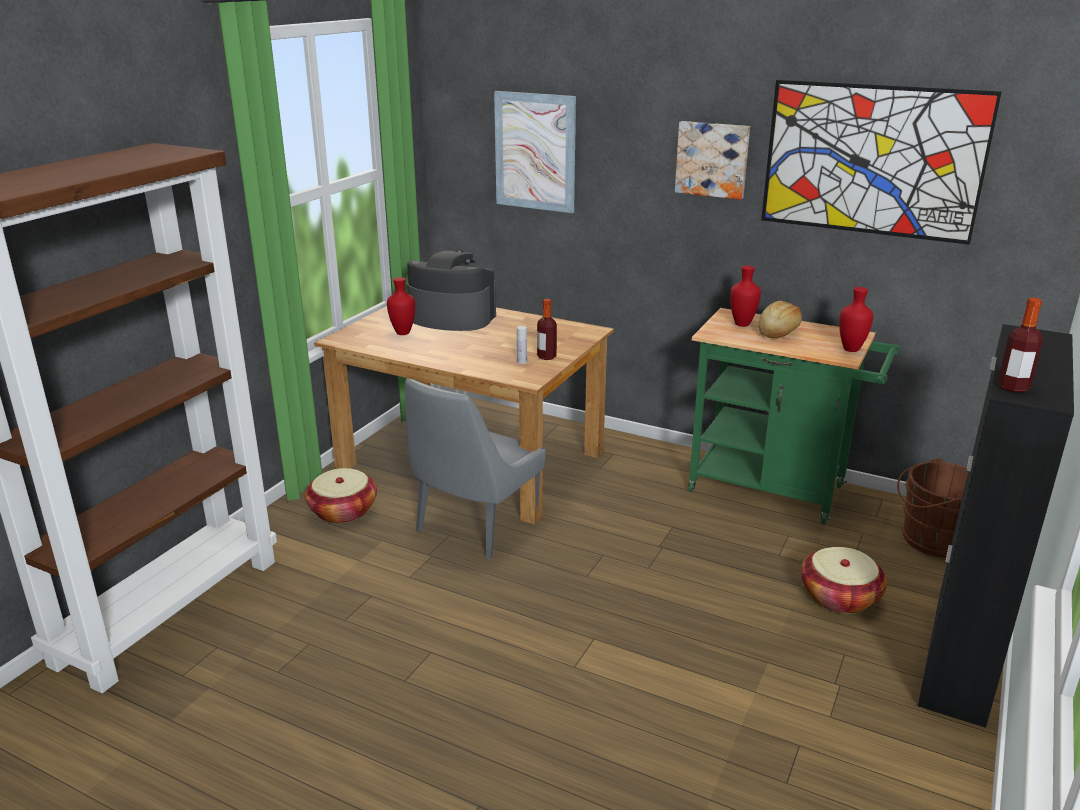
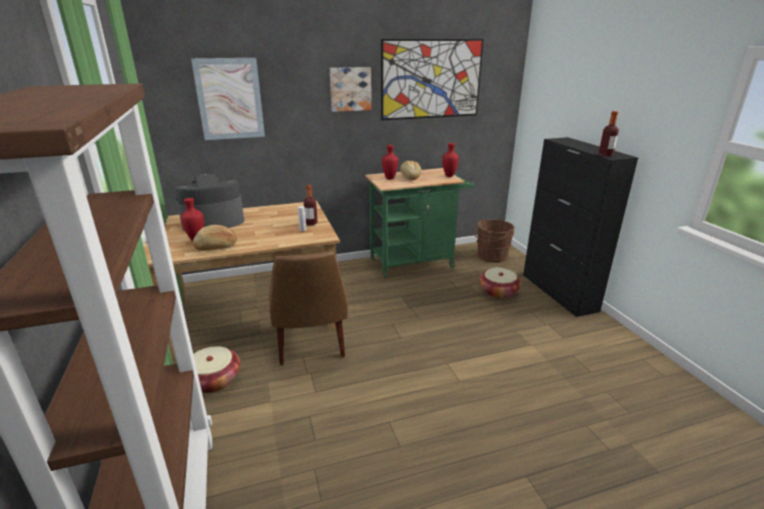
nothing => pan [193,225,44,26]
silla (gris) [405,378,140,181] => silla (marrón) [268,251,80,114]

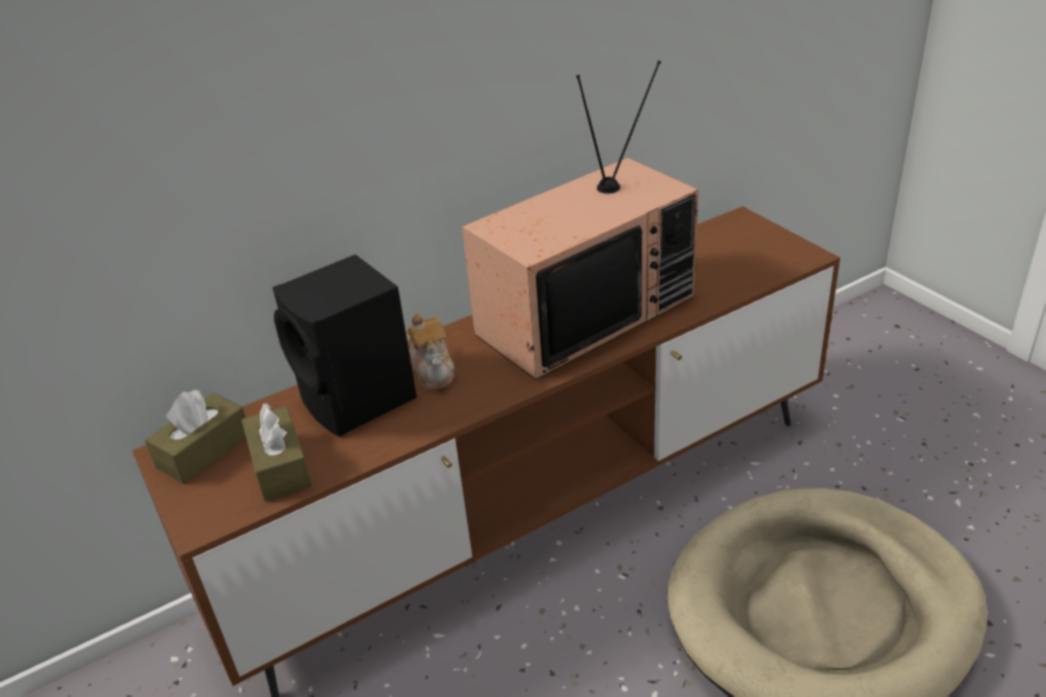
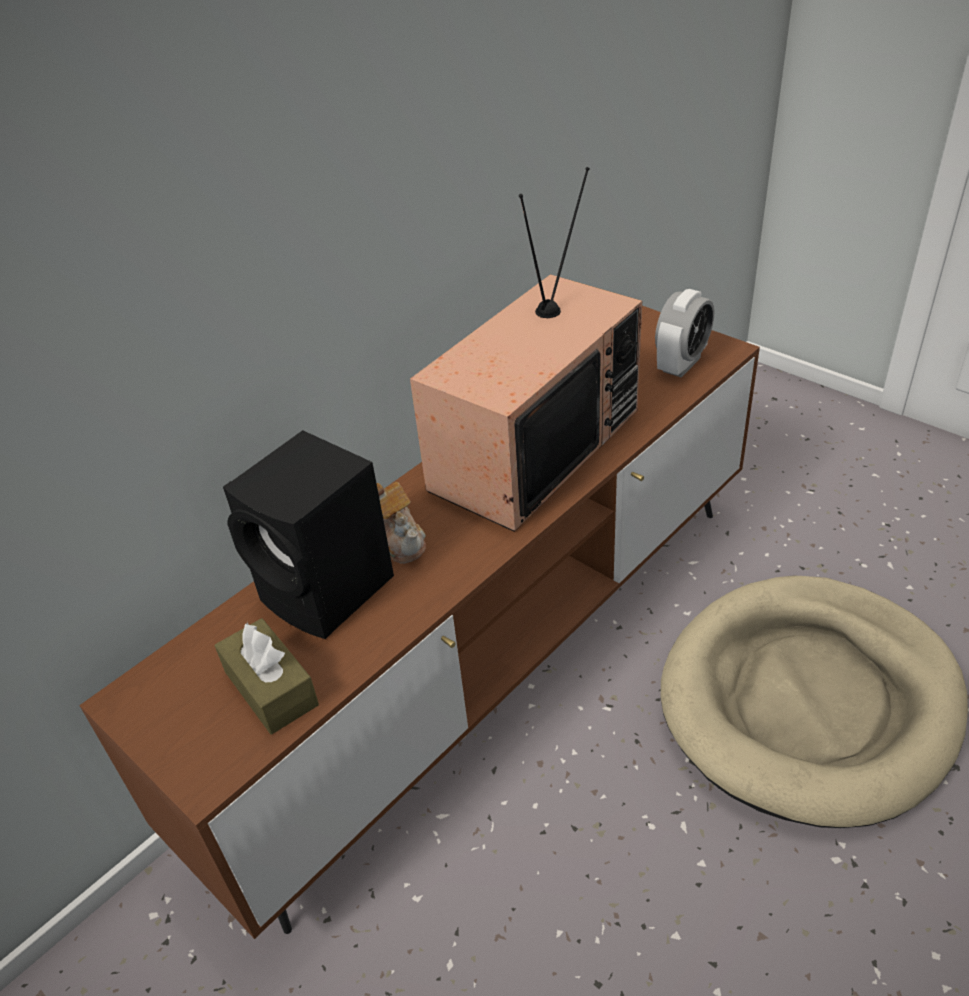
nothing => despertador [655,289,59,89]
caja de pañuelos (marrón) [145,390,101,94] => nothing

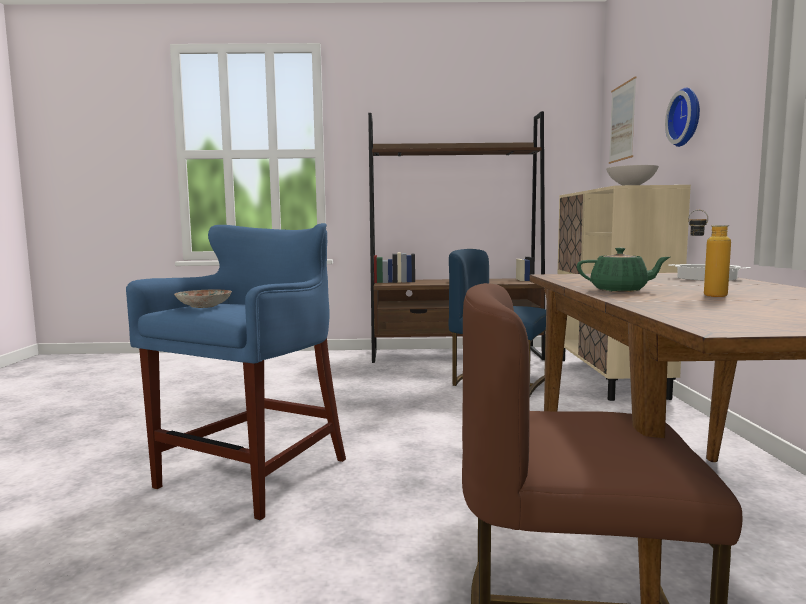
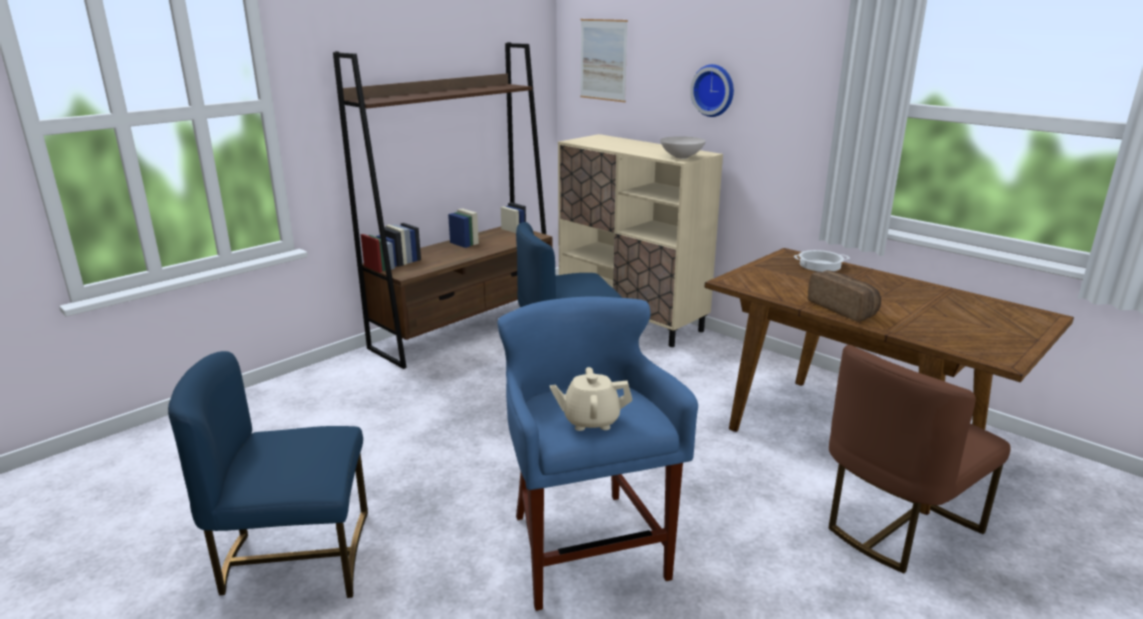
nothing => silla (azul) [168,351,200,247]
plato [174,290,58,18] => tetera (beis) [550,367,82,64]
tetera (verde) [577,247,93,45] => pan [808,270,73,52]
botella [688,210,43,87] => nothing

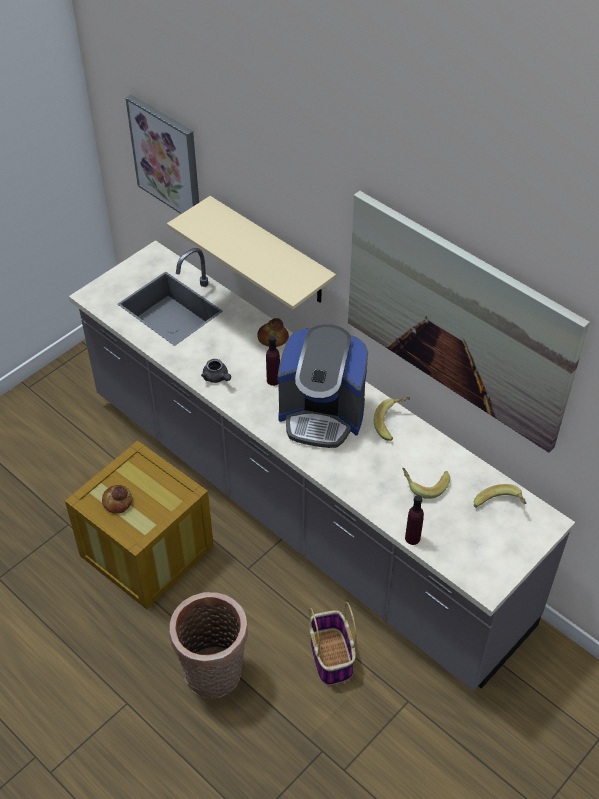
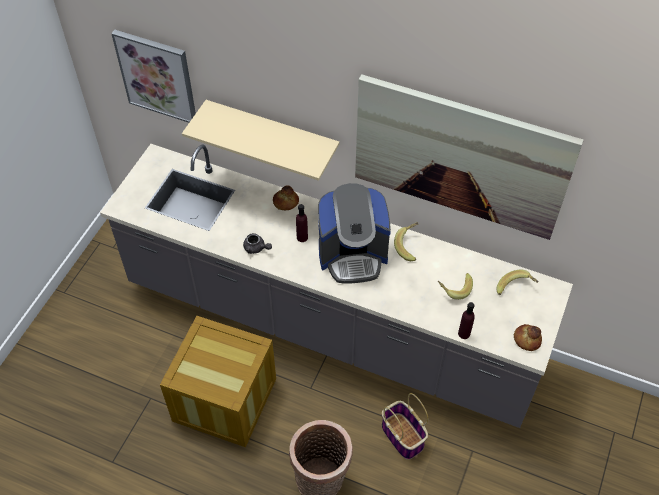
pan [102,485,30,29] => pan [514,324,28,27], move

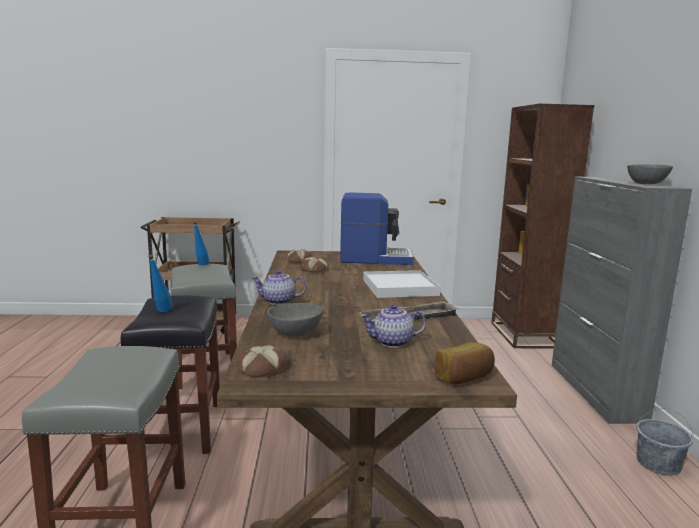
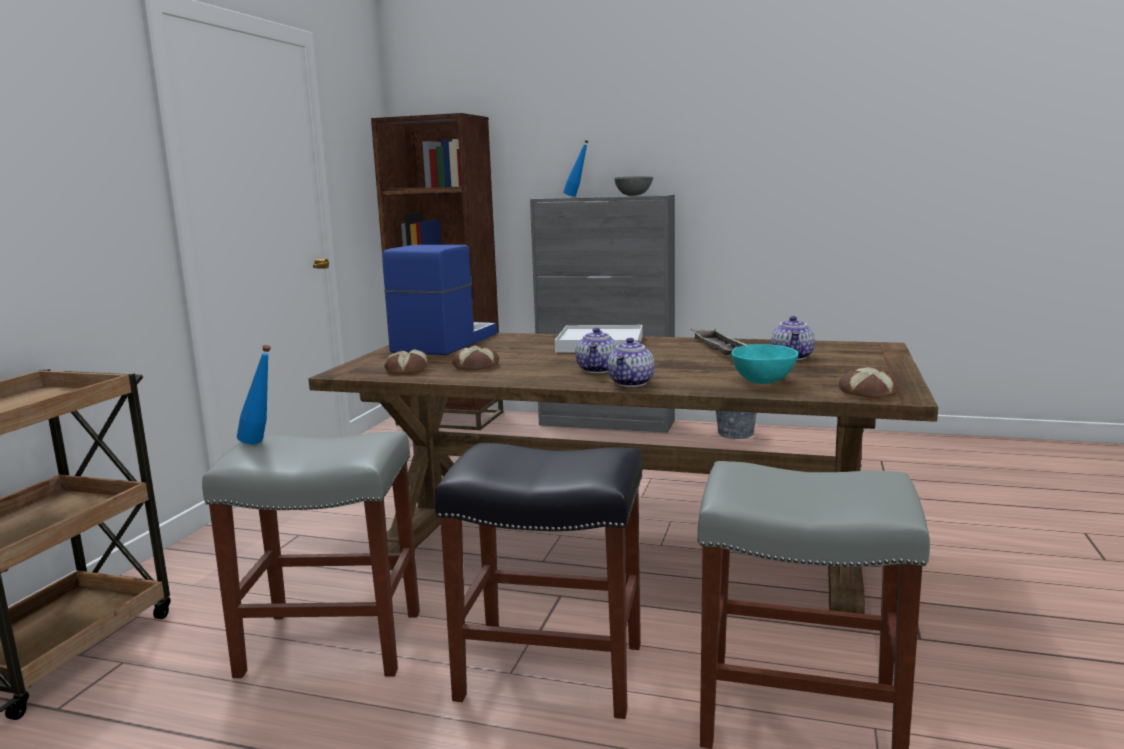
botella (azul) [148,254,25,58] => botella (azul) [563,140,26,57], move
nothing => tetera [575,328,43,45]
cuenco (gris) [267,303,56,34] => cuenco (turquesa) [731,344,67,40]
pan [435,342,60,42] => nothing

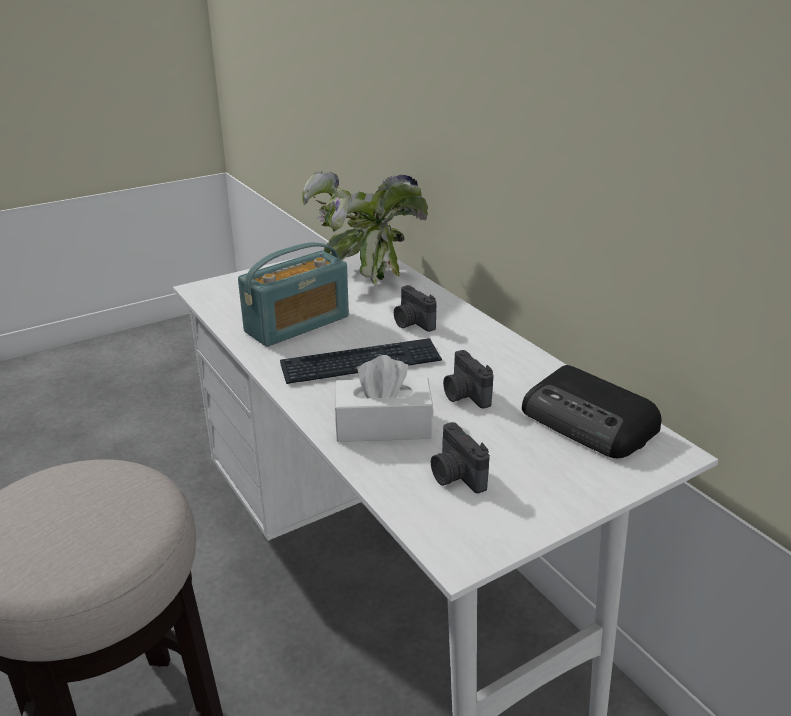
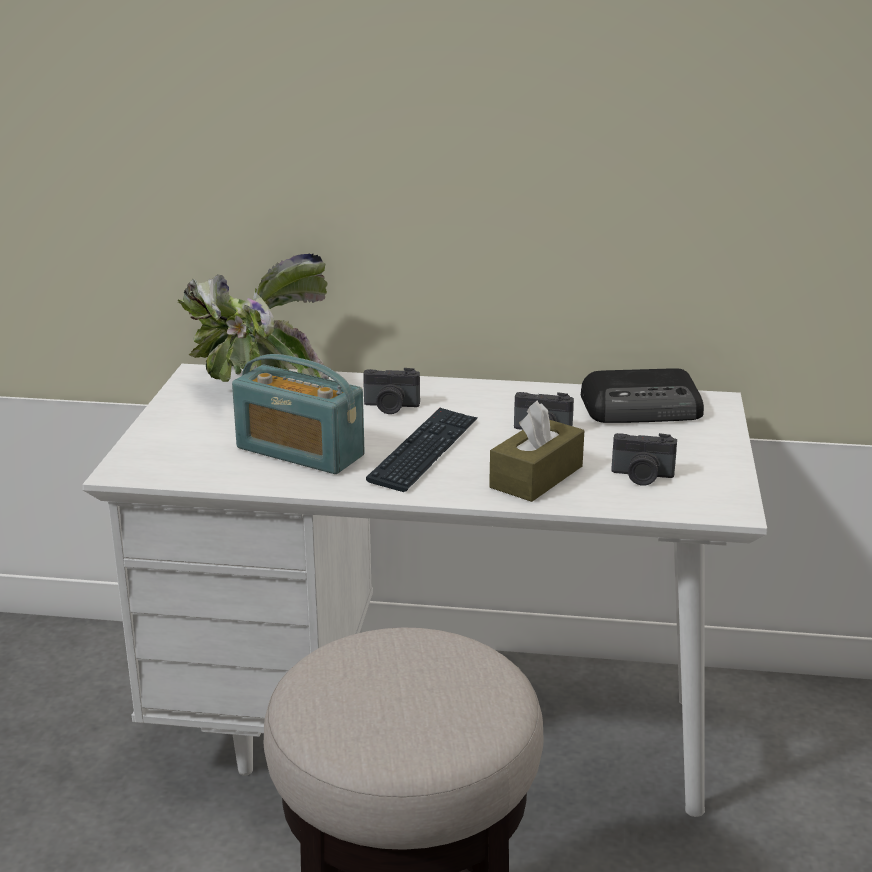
radio [238,242,111,105] => radio [232,354,133,120], 120 degrees clockwise
caja de pañuelos (blanco) [335,355,98,87] => caja de pañuelos (marrón) [489,401,95,101]

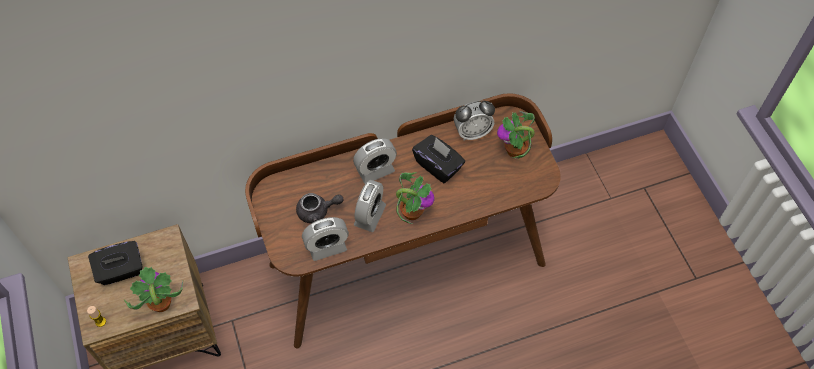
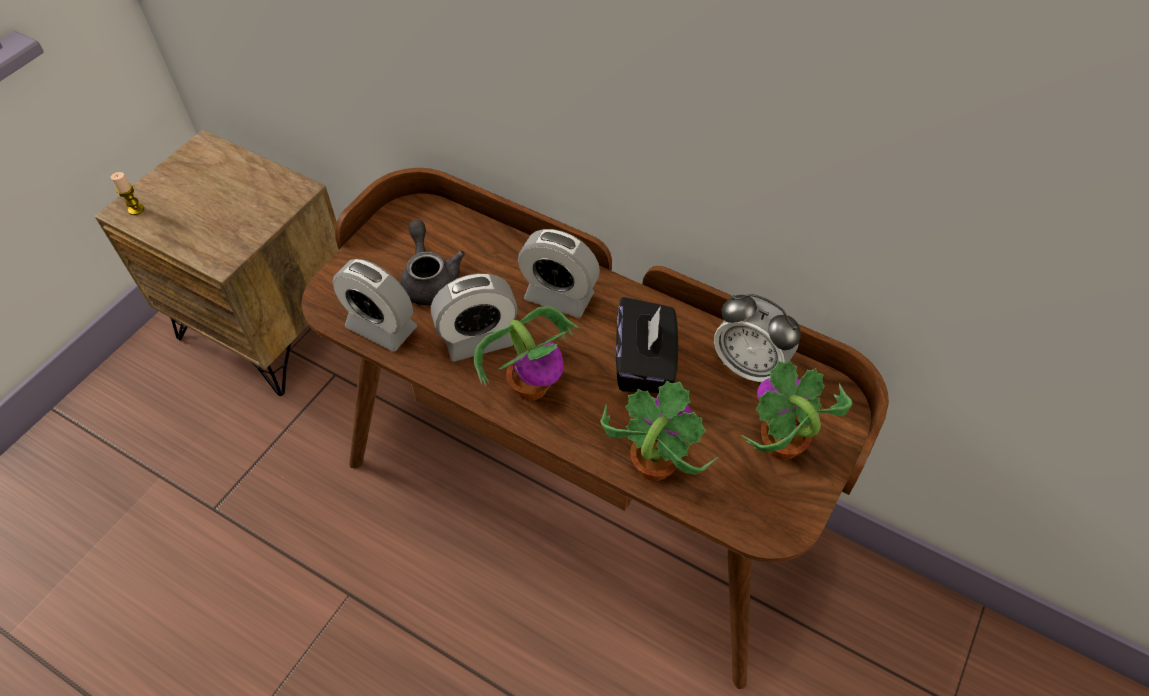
tetera (gris) [296,193,48,30] => tetera (gris) [400,220,65,85], 150 degrees counterclockwise
planta en maceta [124,267,59,45] => planta en maceta [601,381,117,100], move
caja de pañuelos (negro) [88,241,55,44] => nothing

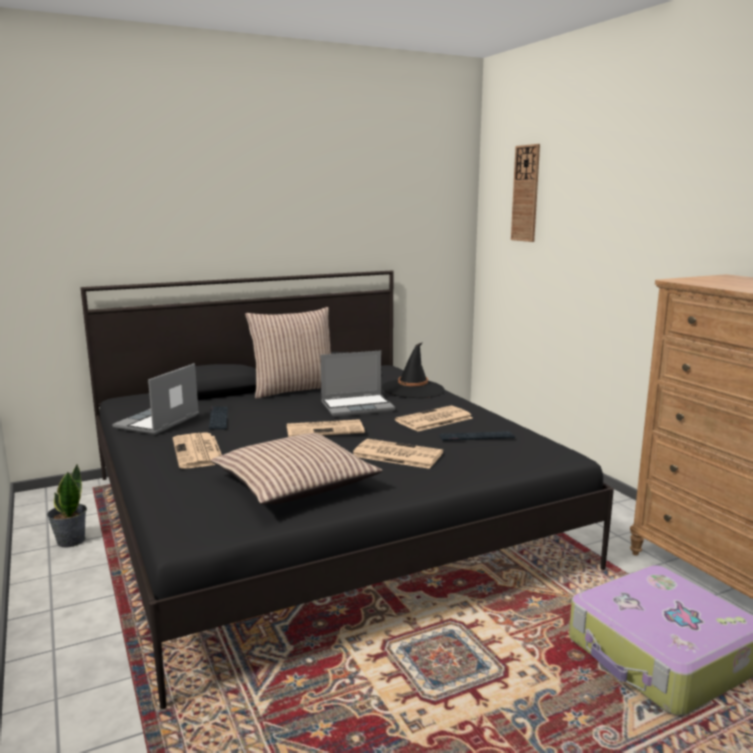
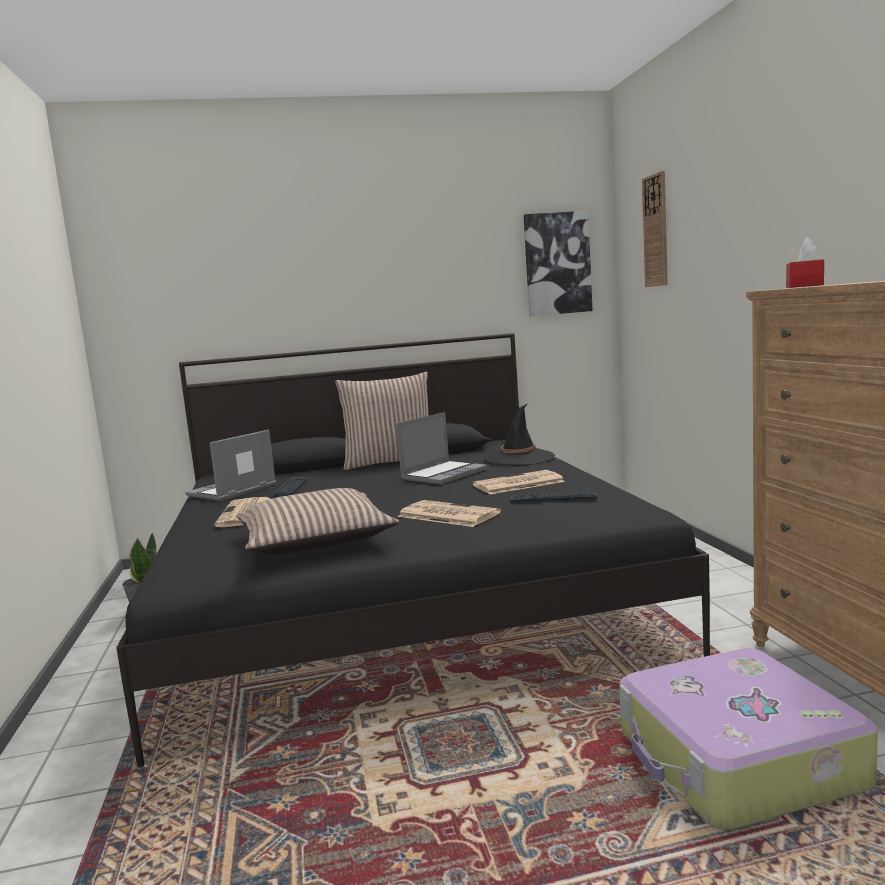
portátil [321,351,74,66] => portátil [396,412,91,73], 45 degrees counterclockwise
nothing => cuadro [524,211,69,105]
nothing => caja de pañuelos (rojo) [786,238,38,50]
periódico [287,419,78,18] => nothing

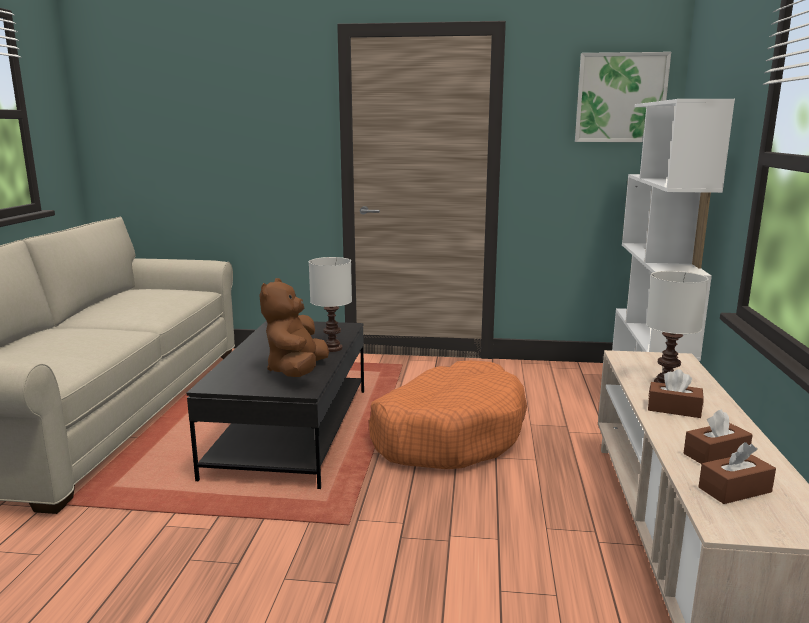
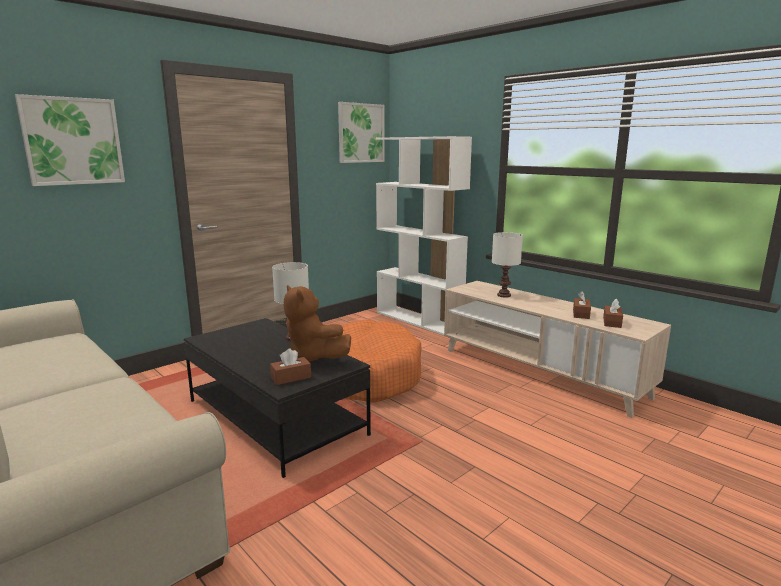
nothing => cuadro [15,94,110,92]
caja de pañuelos (marrón) [648,369,56,49] => caja de pañuelos (marrón) [270,349,41,36], move

